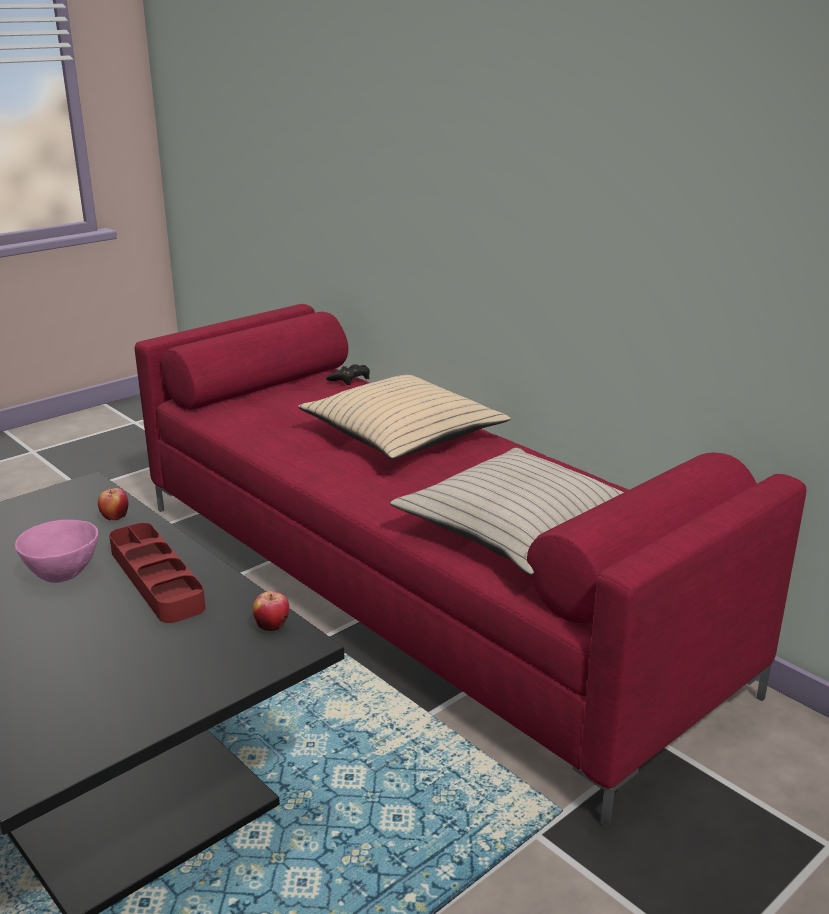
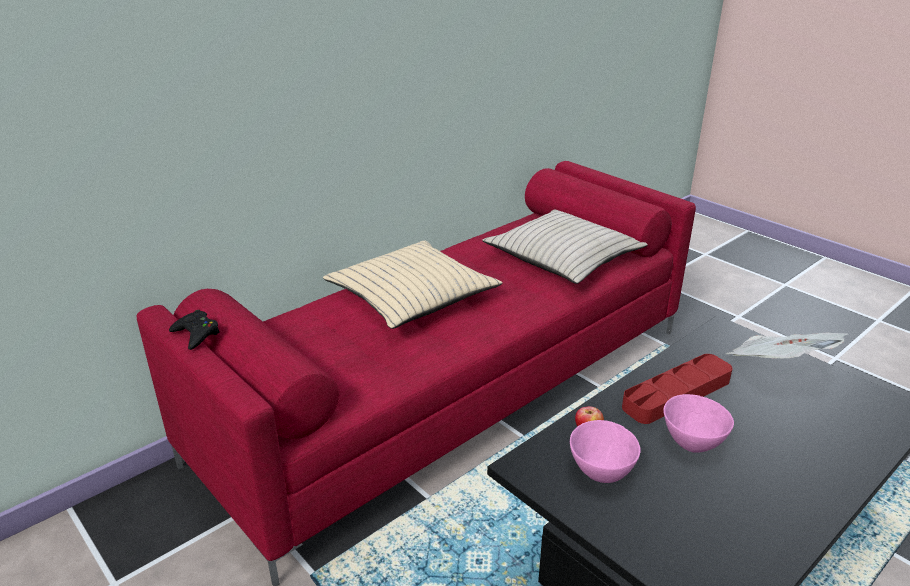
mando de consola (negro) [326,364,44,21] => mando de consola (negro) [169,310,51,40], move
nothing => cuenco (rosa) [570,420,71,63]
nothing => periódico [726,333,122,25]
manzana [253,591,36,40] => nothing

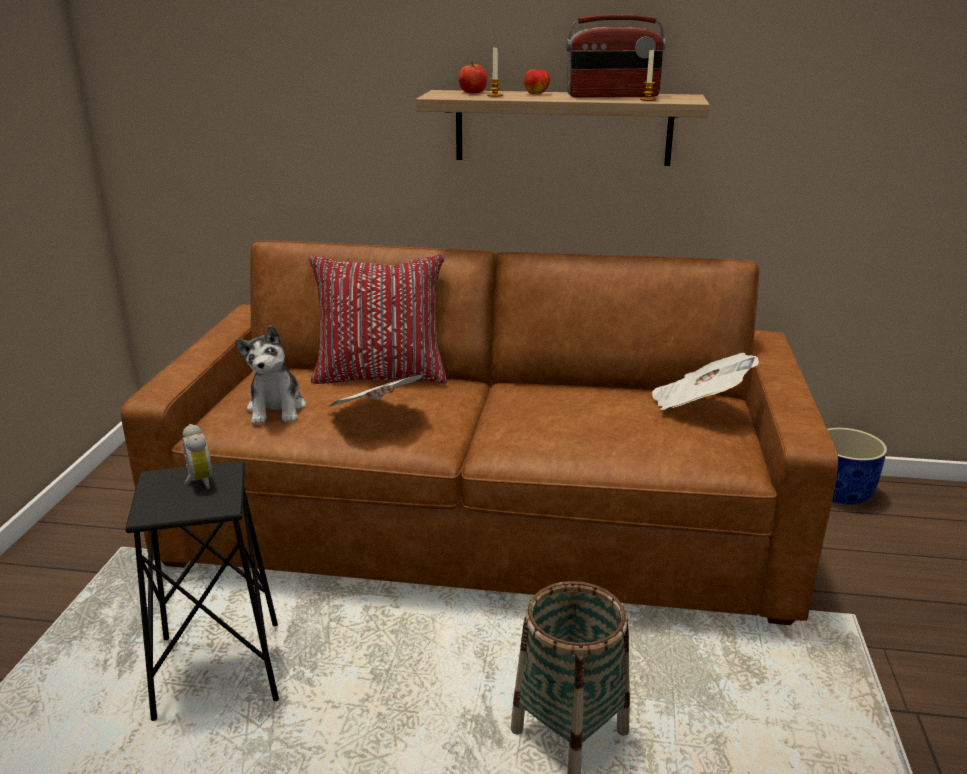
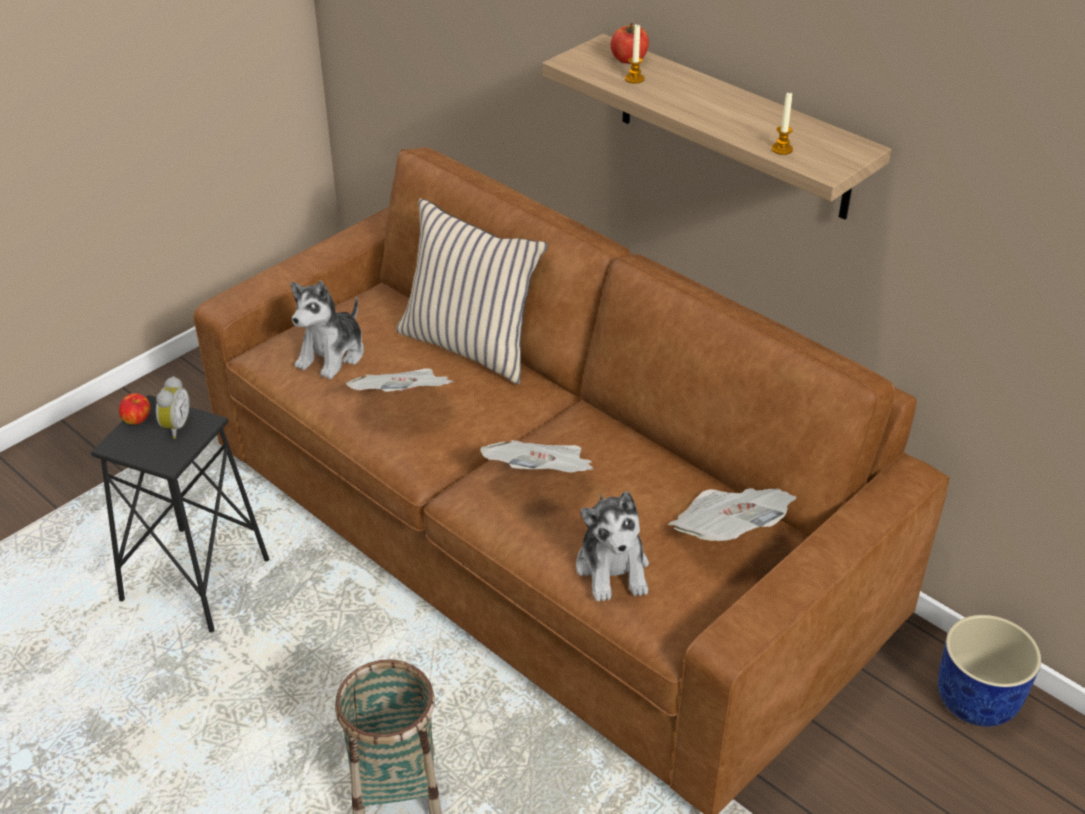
manzana [524,69,26,25] => manzana [119,393,31,32], move
cojín (rojo) [309,254,138,130] => cojín (beis) [396,198,152,186]
nothing => periódico [480,440,114,33]
nothing => peluche [576,491,73,111]
radio [566,14,100,84] => nothing

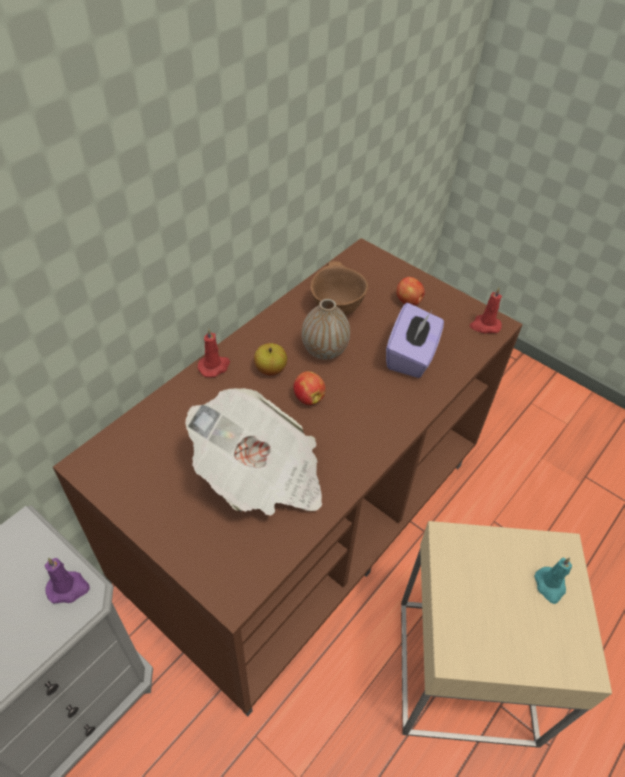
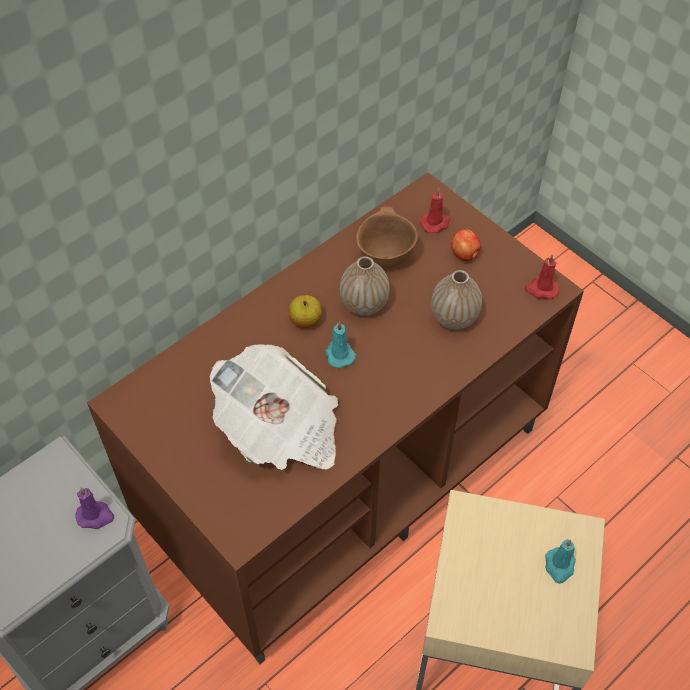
manzana [293,371,33,34] => vela (turquesa) [325,321,31,47]
vela (rojo) [197,328,33,49] => vela (rojo) [420,187,31,46], move
caja de pañuelos (morado) [386,303,58,75] => florero [431,270,51,59]

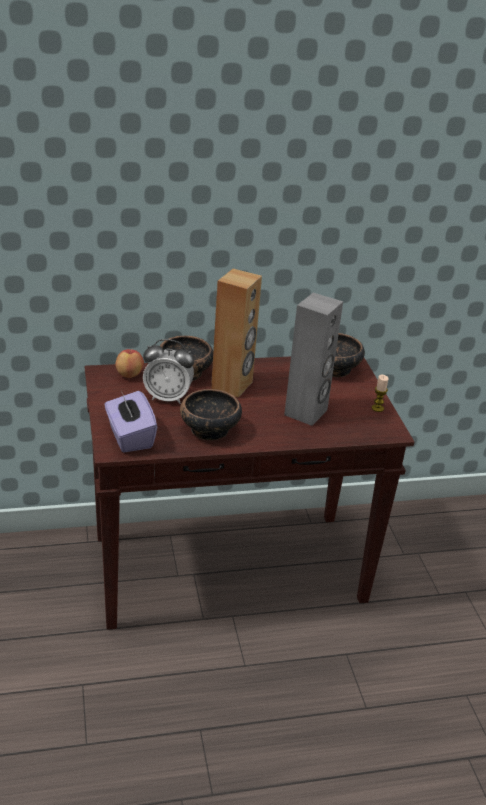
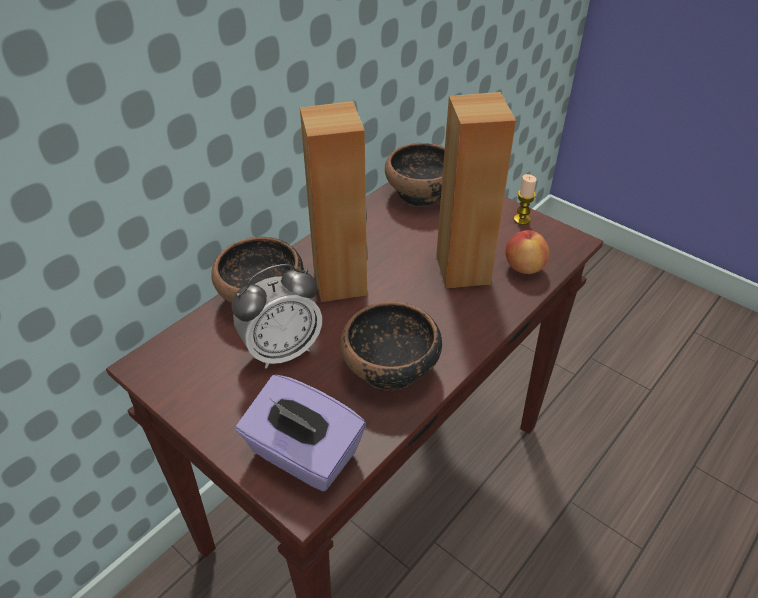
altavoz (gris) [284,293,59,133] => altavoz (marrón) [436,92,80,196]
manzana [115,349,29,29] => manzana [506,230,43,44], move

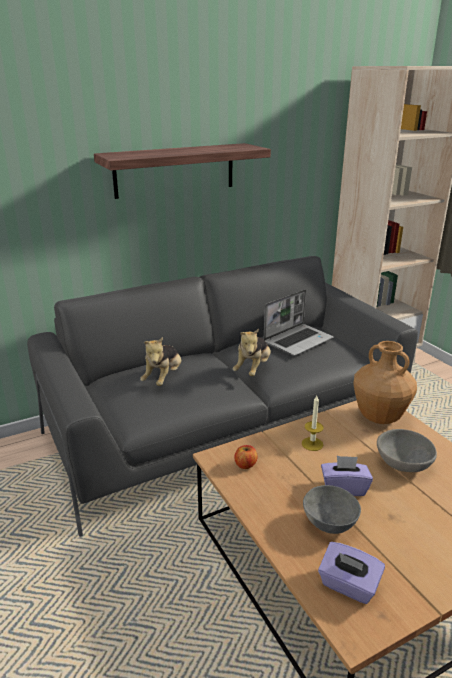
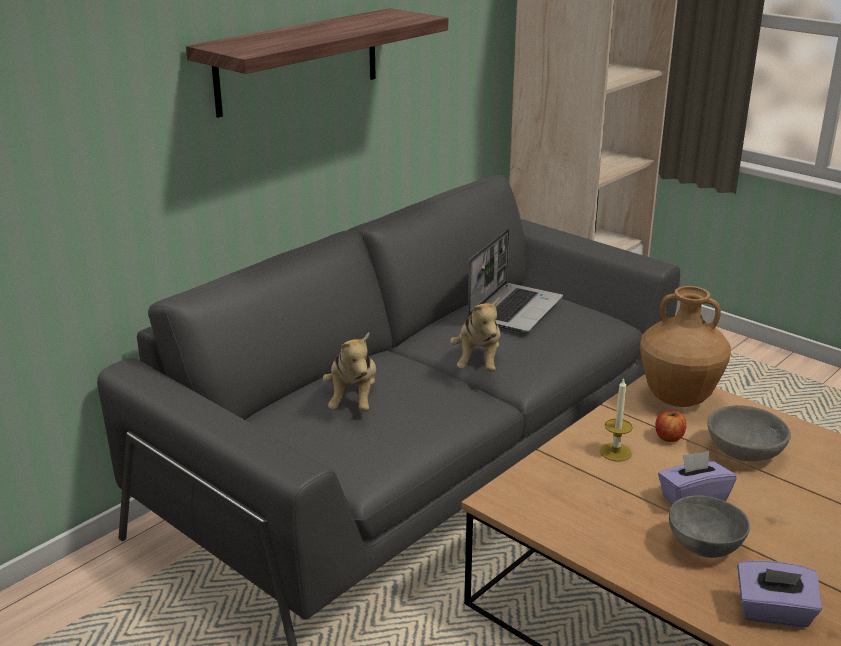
manzana [235,445,22,24] => manzana [655,410,31,32], move

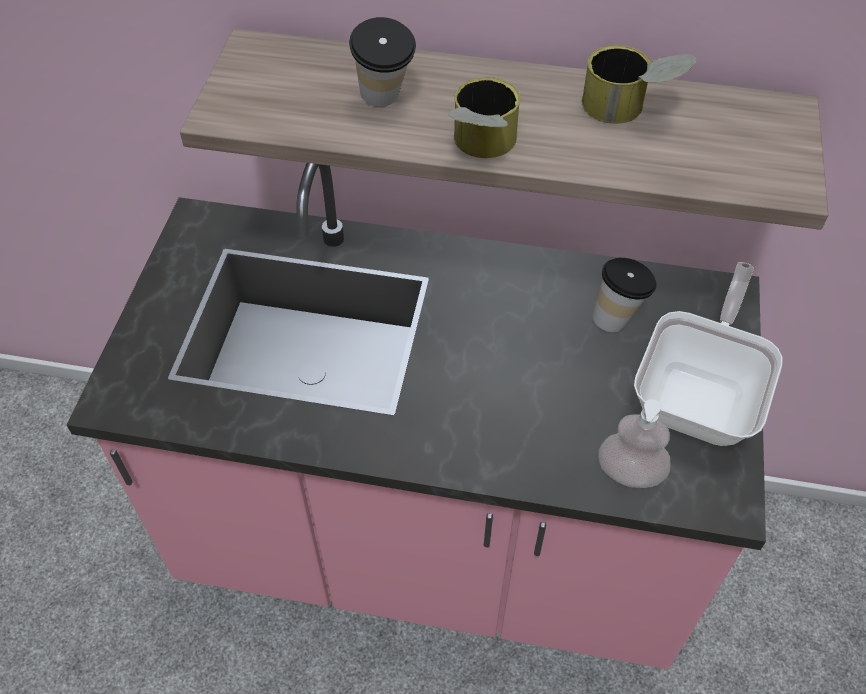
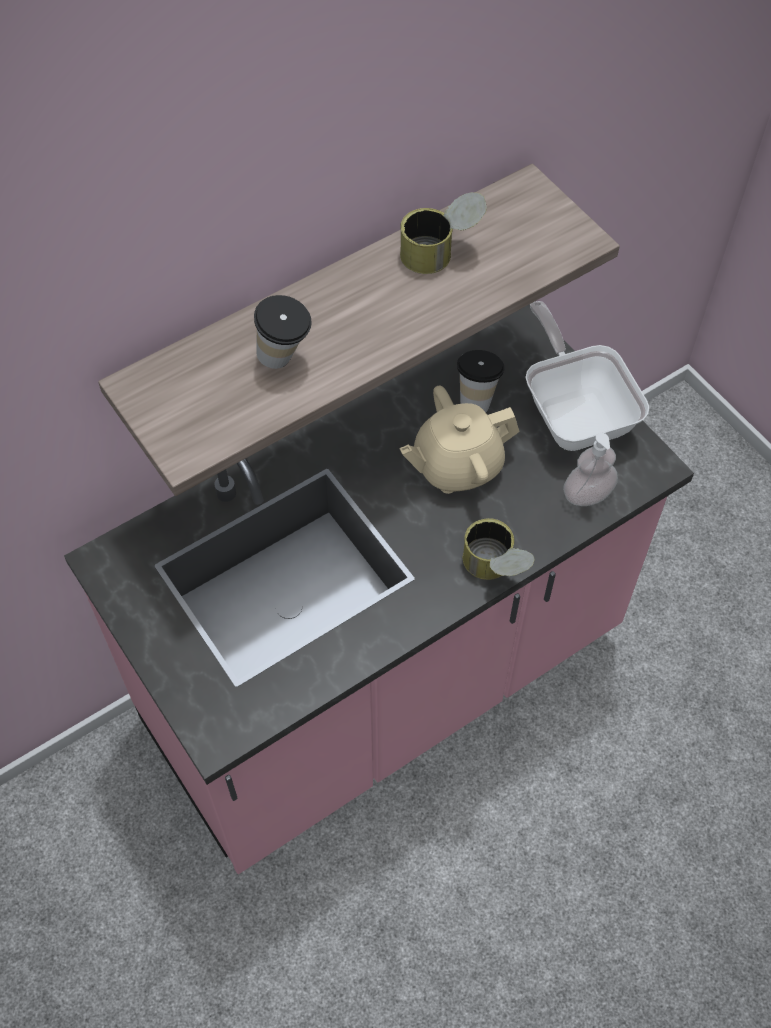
nothing => tetera (beis) [399,385,121,109]
lata [448,77,72,81] => lata [463,518,72,62], move

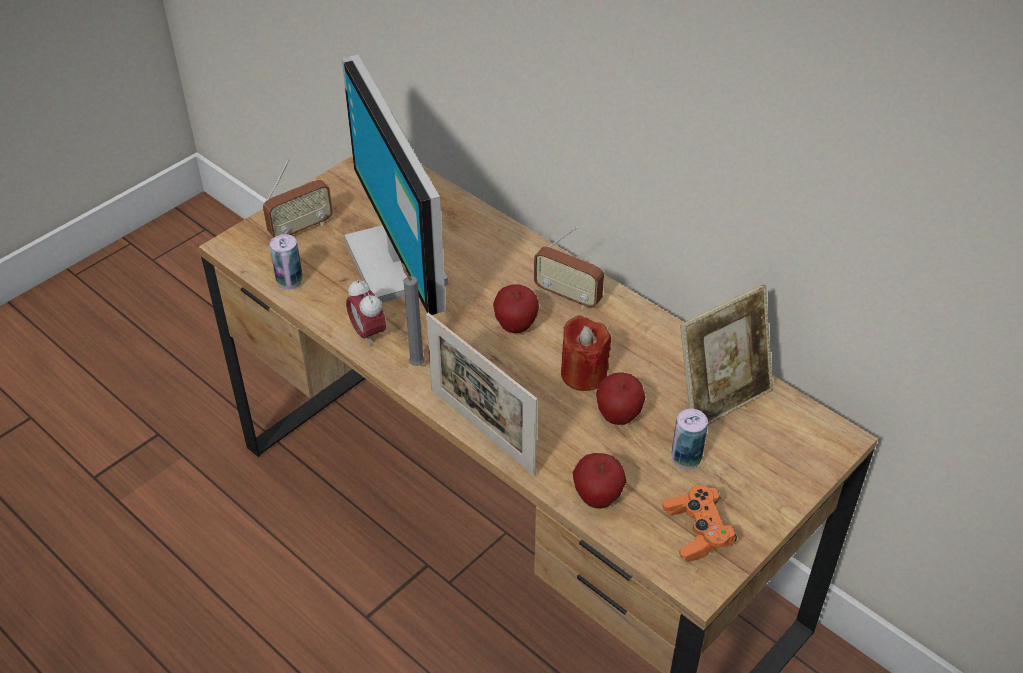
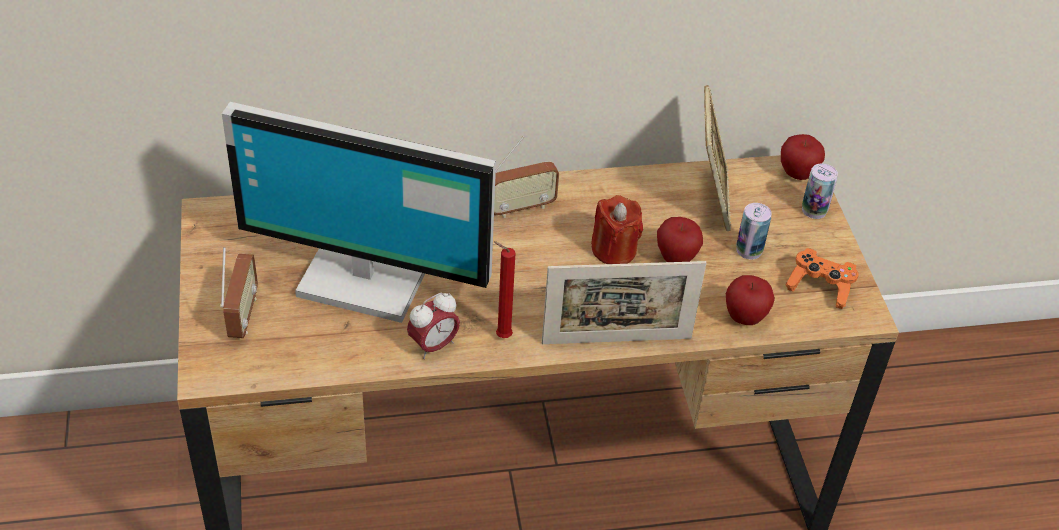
despertador [346,279,40,68] => despertador [407,292,53,67], 45 degrees counterclockwise
vela (gris) [401,263,24,103] => vela (rojo) [494,241,22,97]
manzana [493,284,46,49] => manzana [781,134,44,46], move
lata [270,234,33,56] => lata [802,164,36,55], move

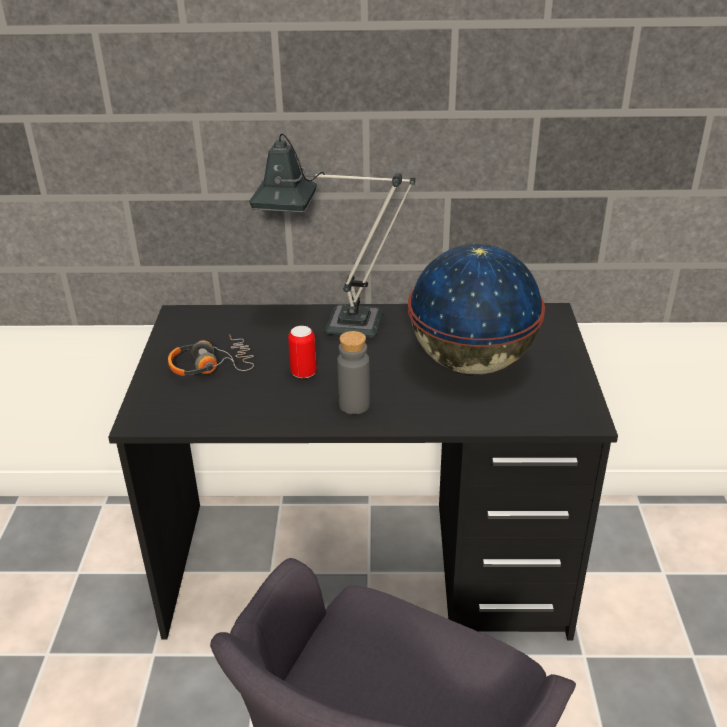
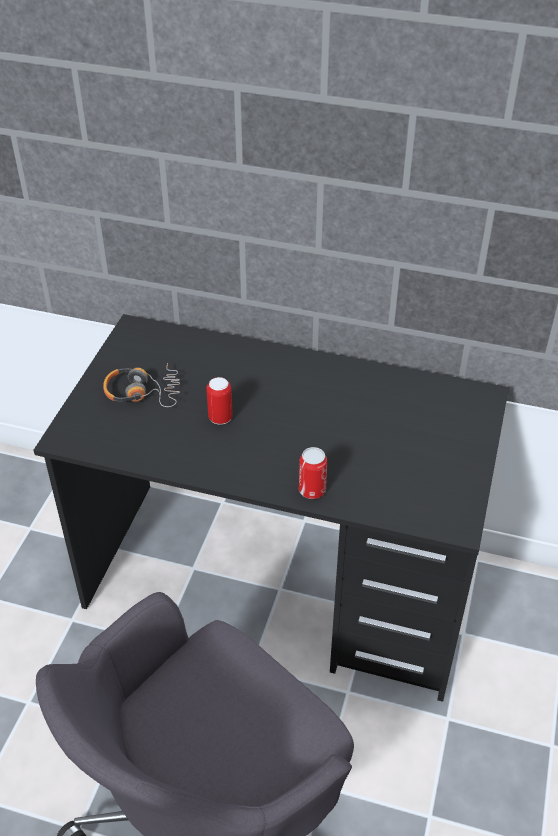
nothing => lata [299,447,28,52]
lámpara de mesa [249,134,166,204] => nothing
botella (gris) [337,331,33,83] => nothing
globo terráqueo [408,244,137,131] => nothing

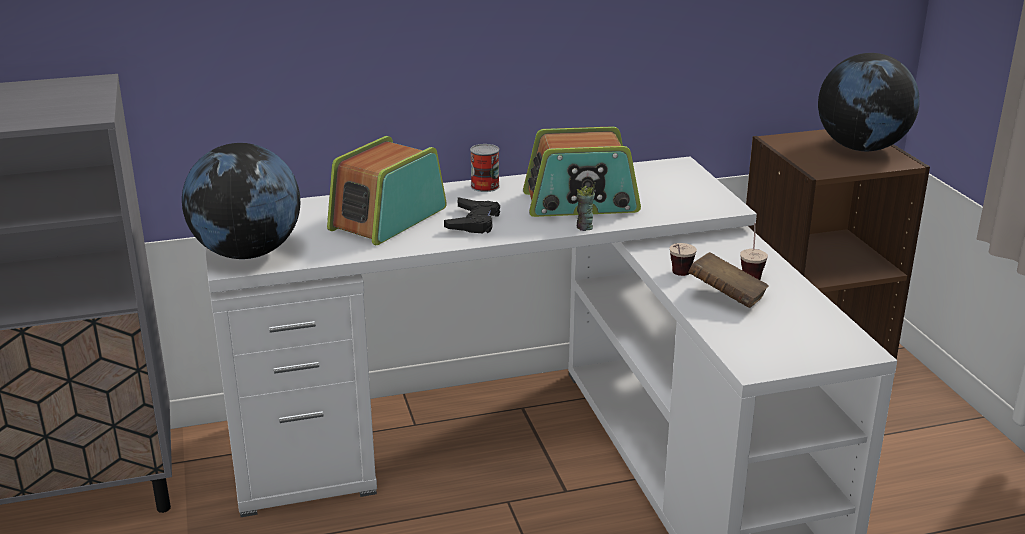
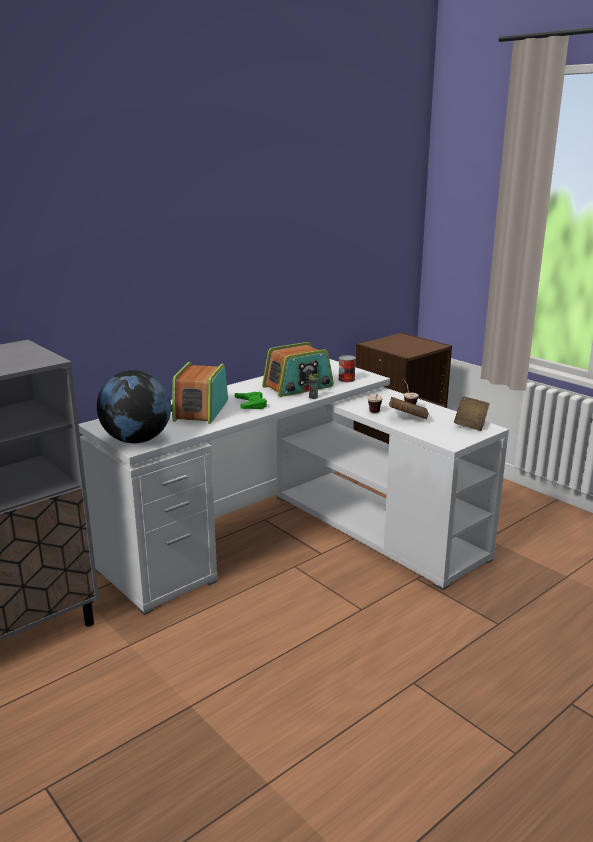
mando de consola (negro) [444,197,56,36] => mando de consola (verde) [235,392,32,17]
lata [470,144,30,48] => lata [338,355,18,27], move
nothing => libro (marrón) [454,396,36,35]
globo terráqueo [818,53,102,98] => nothing

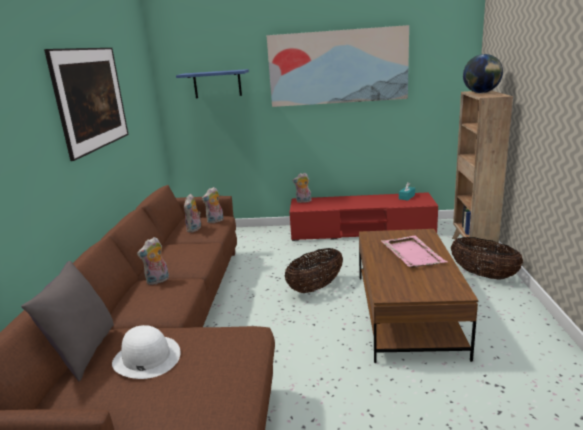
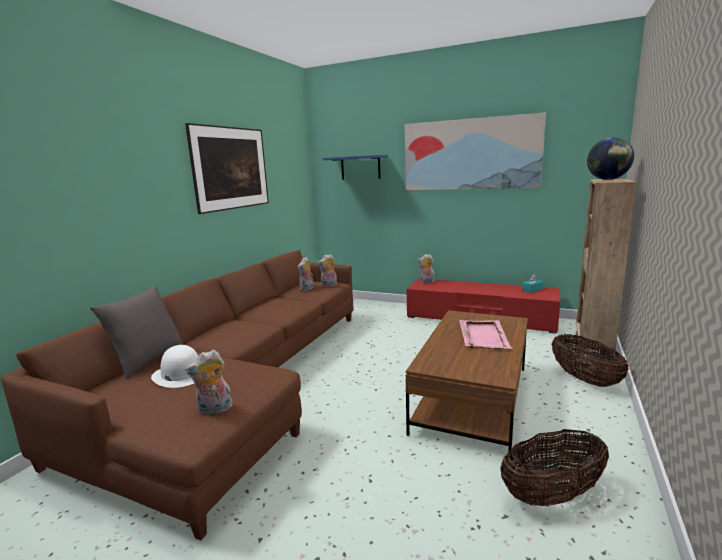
peluche [137,237,32,48] => peluche [185,350,48,65], move
cesta [285,248,58,45] => cesta [500,429,109,77], move

